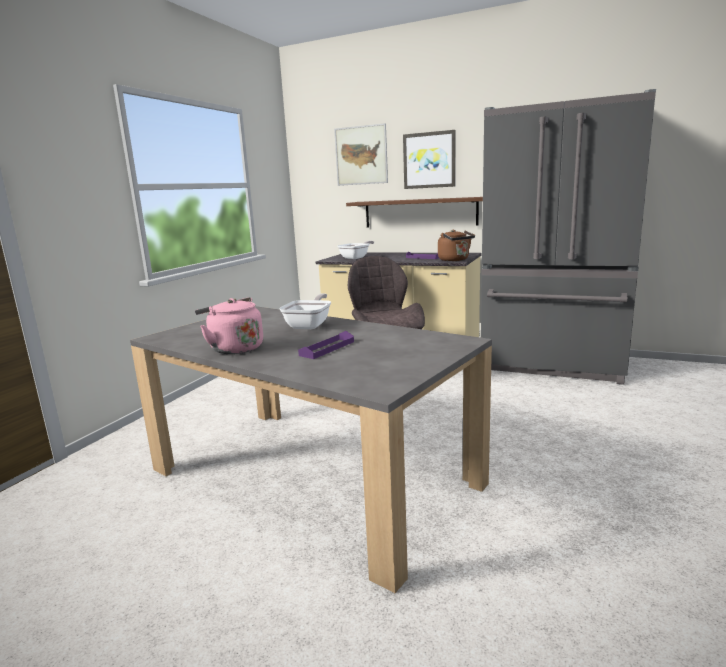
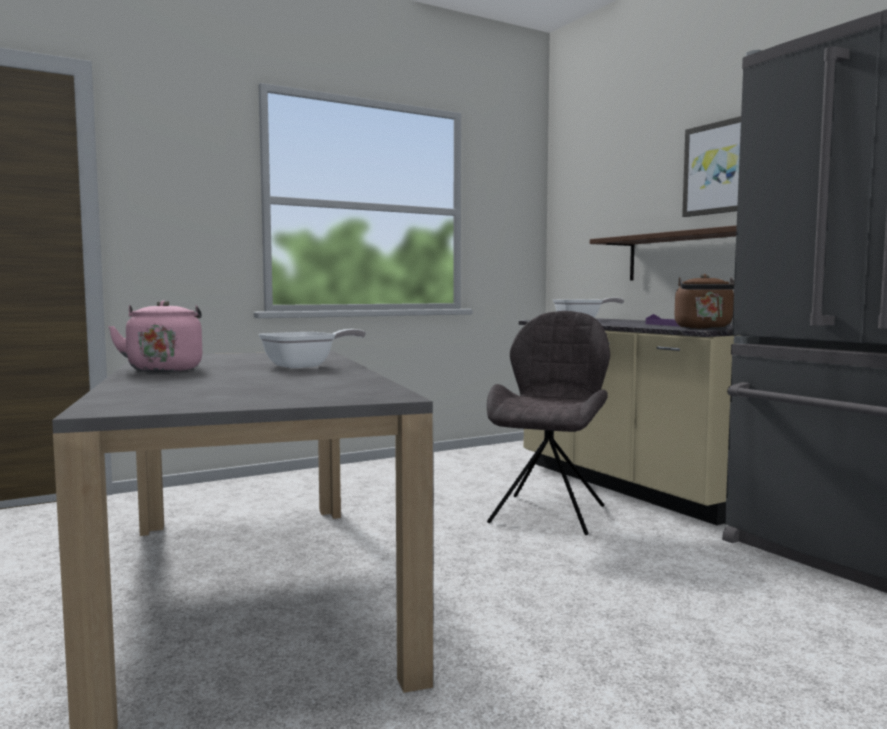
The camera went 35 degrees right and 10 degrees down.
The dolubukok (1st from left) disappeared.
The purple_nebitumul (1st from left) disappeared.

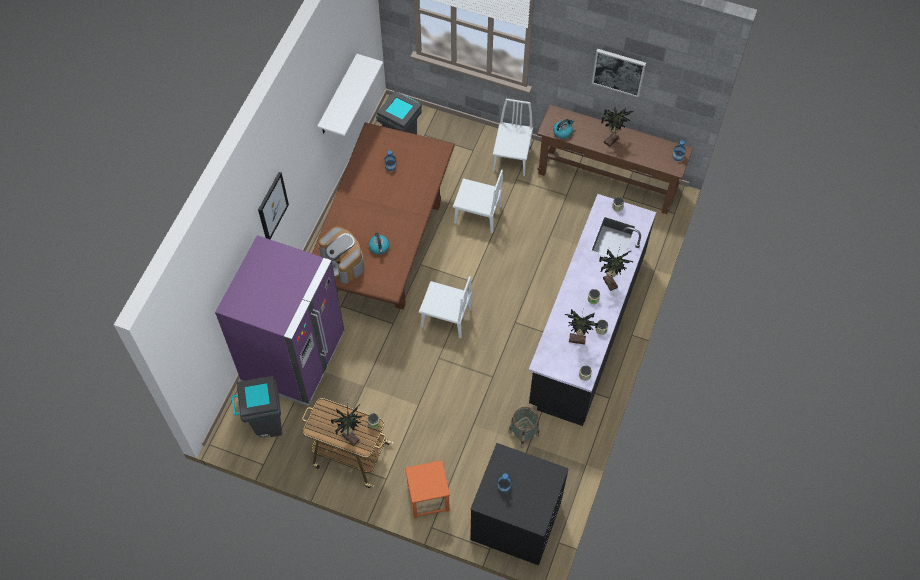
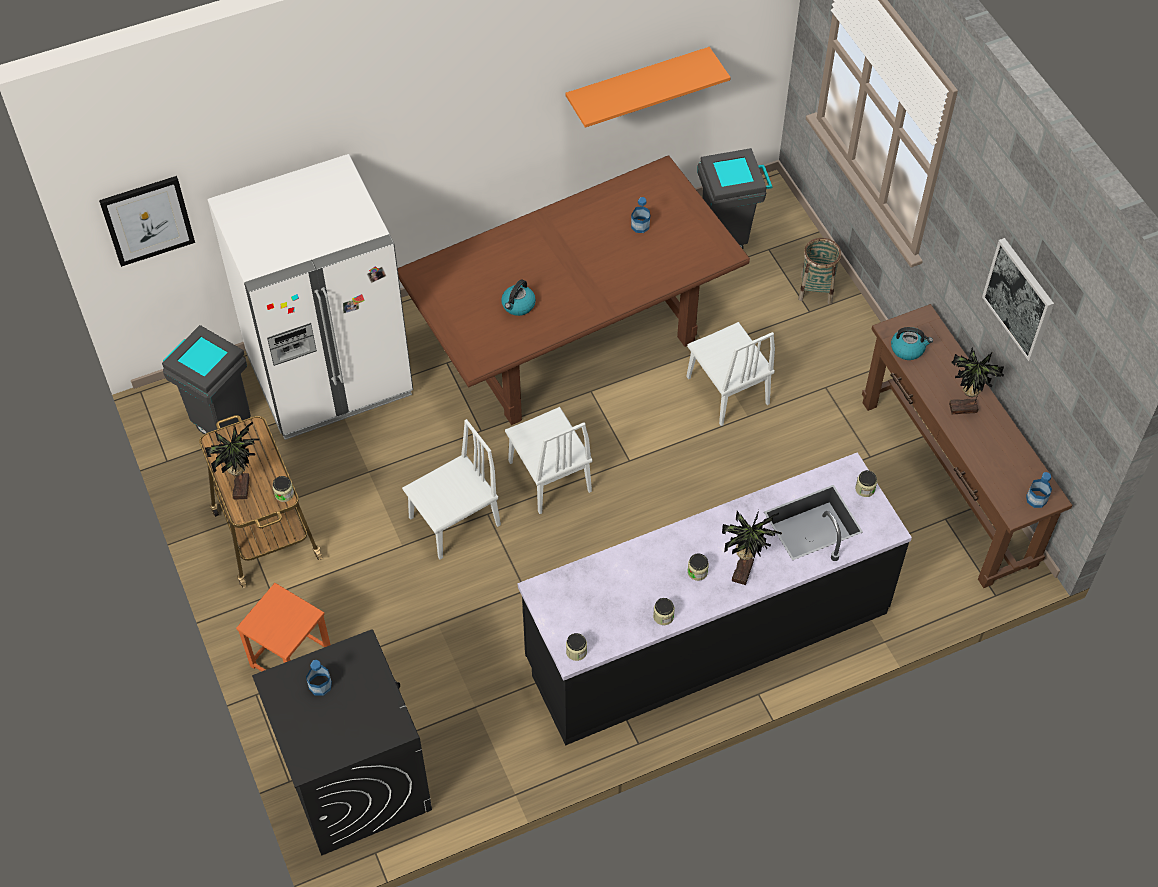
The camera went 45 degrees right and 5 degrees down.
The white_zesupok became the orange_zesupok.
The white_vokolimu (3rd from left in the first image) moved.
The dolubukok (1st from left) moved.
The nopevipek disappeared.
The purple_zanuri became the white_zanuri.
The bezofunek (2nd from left) disappeared.
The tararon moved.

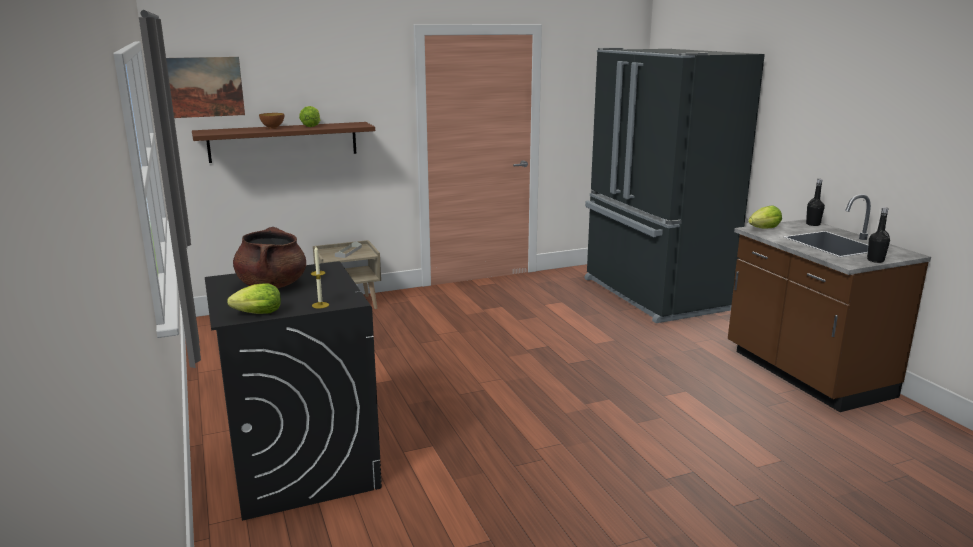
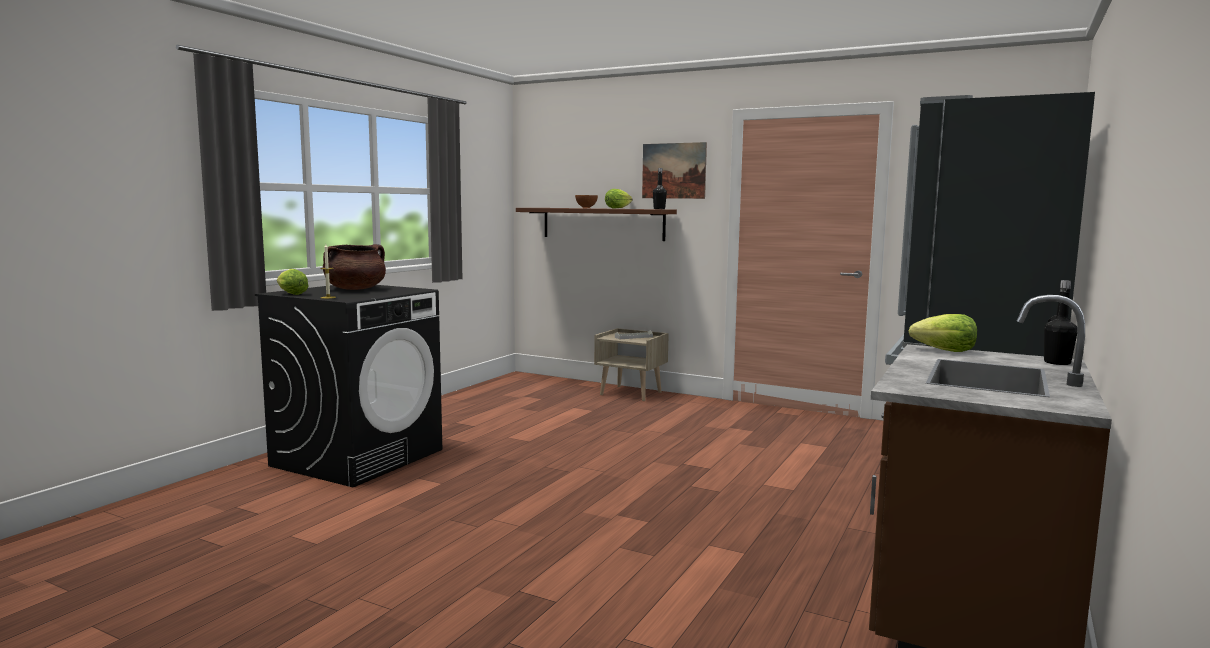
The camera went 50 degrees right and 10 degrees down.
The dolubukok moved.
The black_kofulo (2nd from left in the first image) moved.

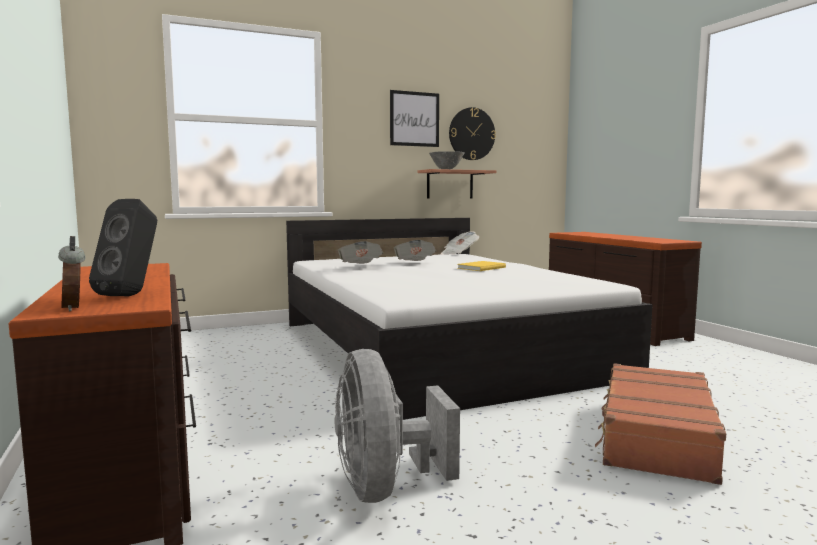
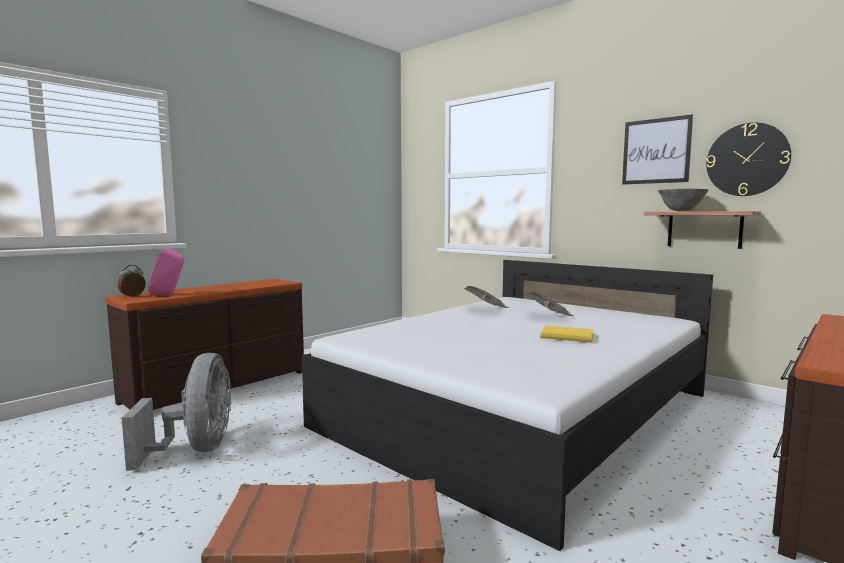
The camera went 65 degrees right and 0 degrees up.
The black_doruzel became the pink_doruzel.
The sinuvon (3rd from left) disappeared.
The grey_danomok turned 120 degrees clockwise.

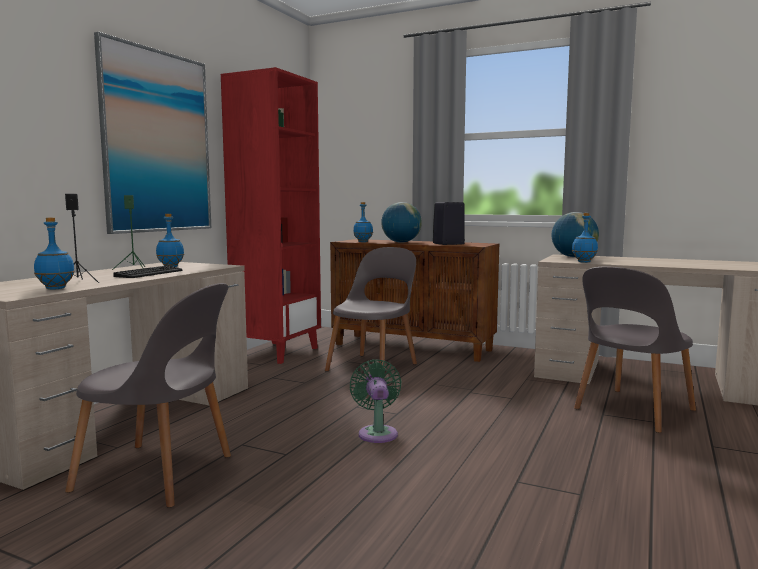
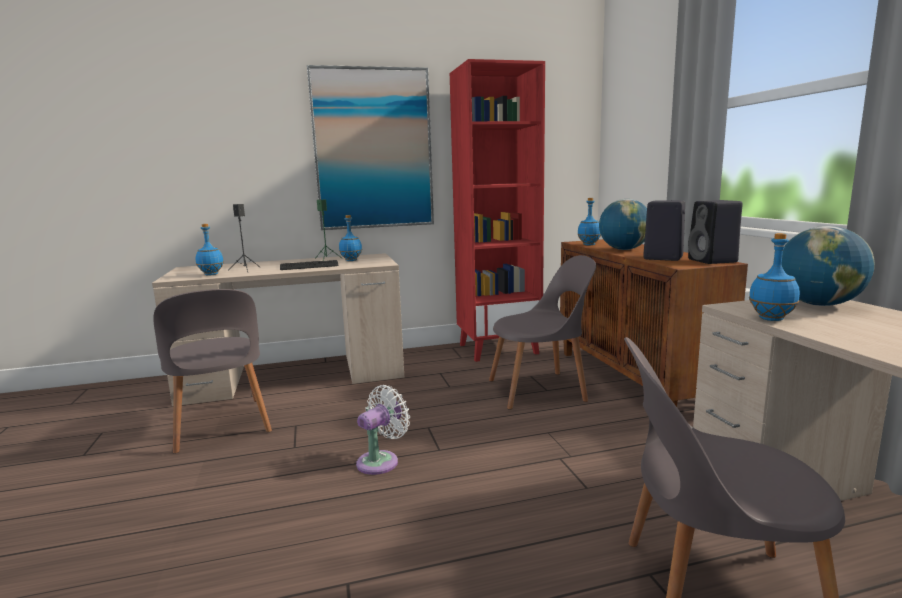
The camera went 50 degrees right and 5 degrees up.
The green_danomok became the white_danomok.
The black_doruzel (3rd from left) appeared.

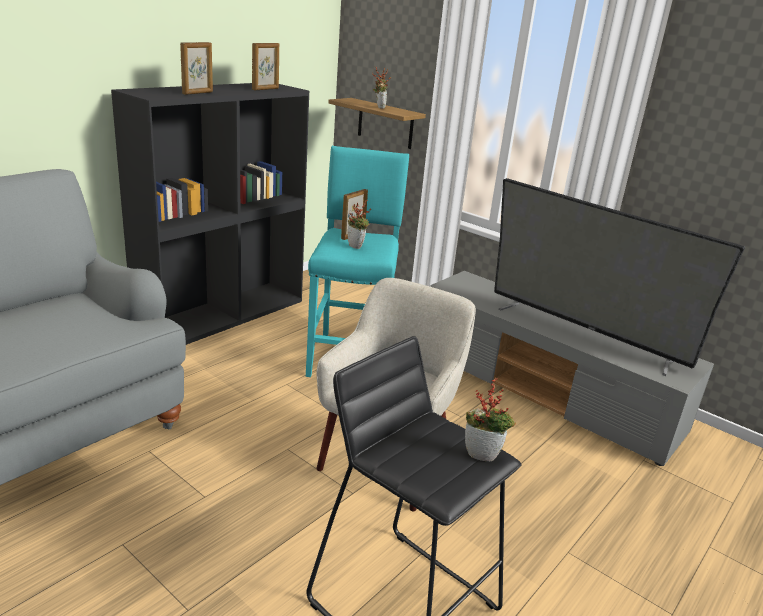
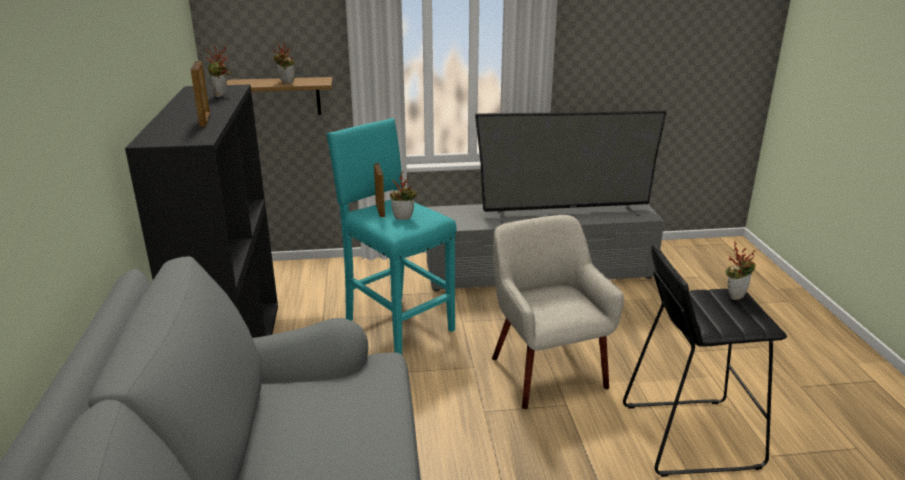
The camera went 45 degrees left and 0 degrees up.
The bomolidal (2nd from left) was replaced by the bezofunek (1st from left).

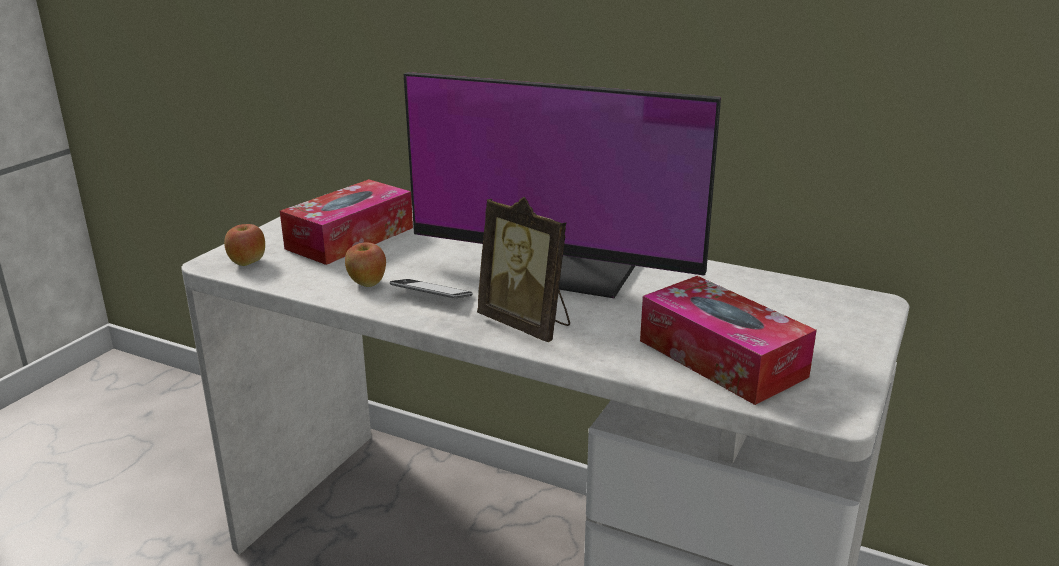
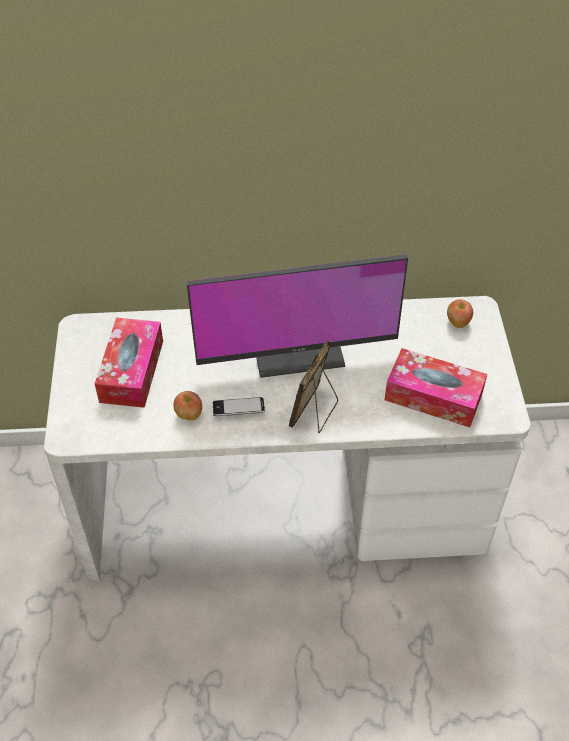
The camera went 30 degrees left and 25 degrees up.
The bomolidal turned 105 degrees clockwise.
The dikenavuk (1st from left in the first image) moved.

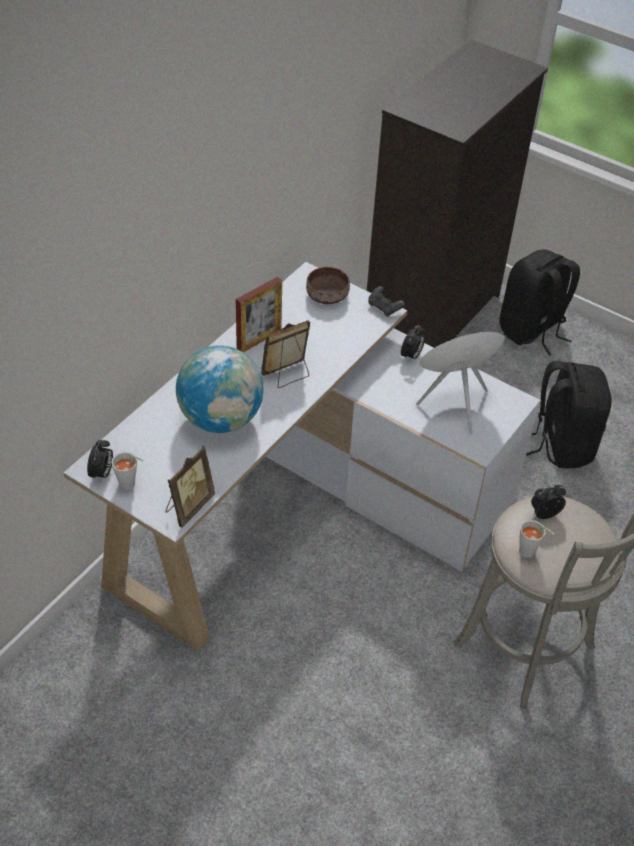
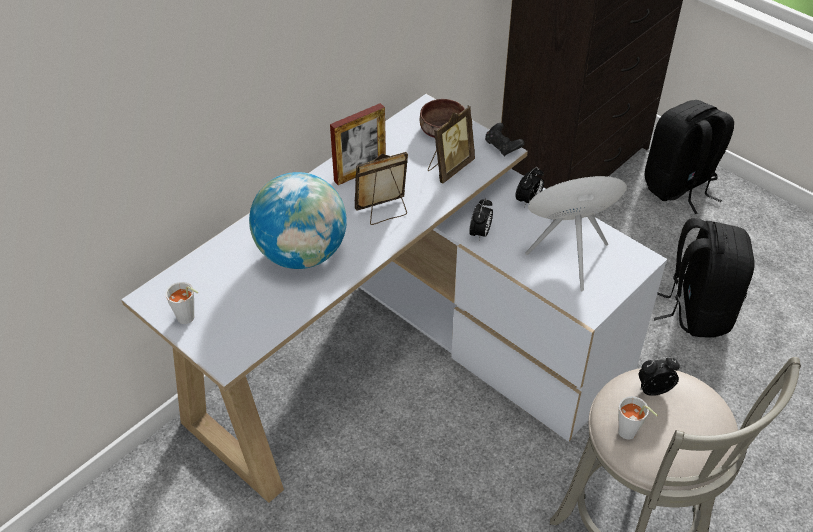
The camera went 10 degrees right and 0 degrees up.
The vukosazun (1st from left) moved.
The bomolidal (1st from left in the first image) moved.

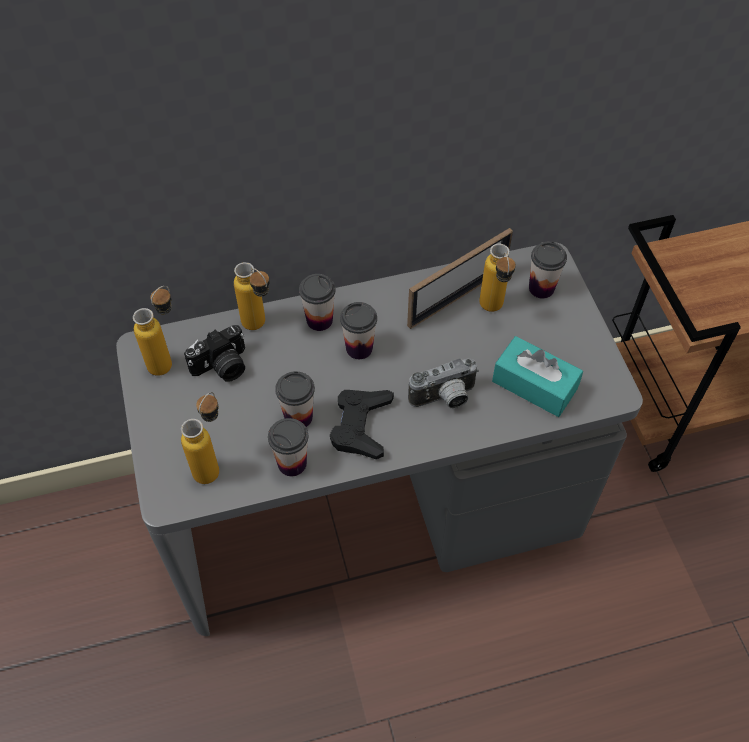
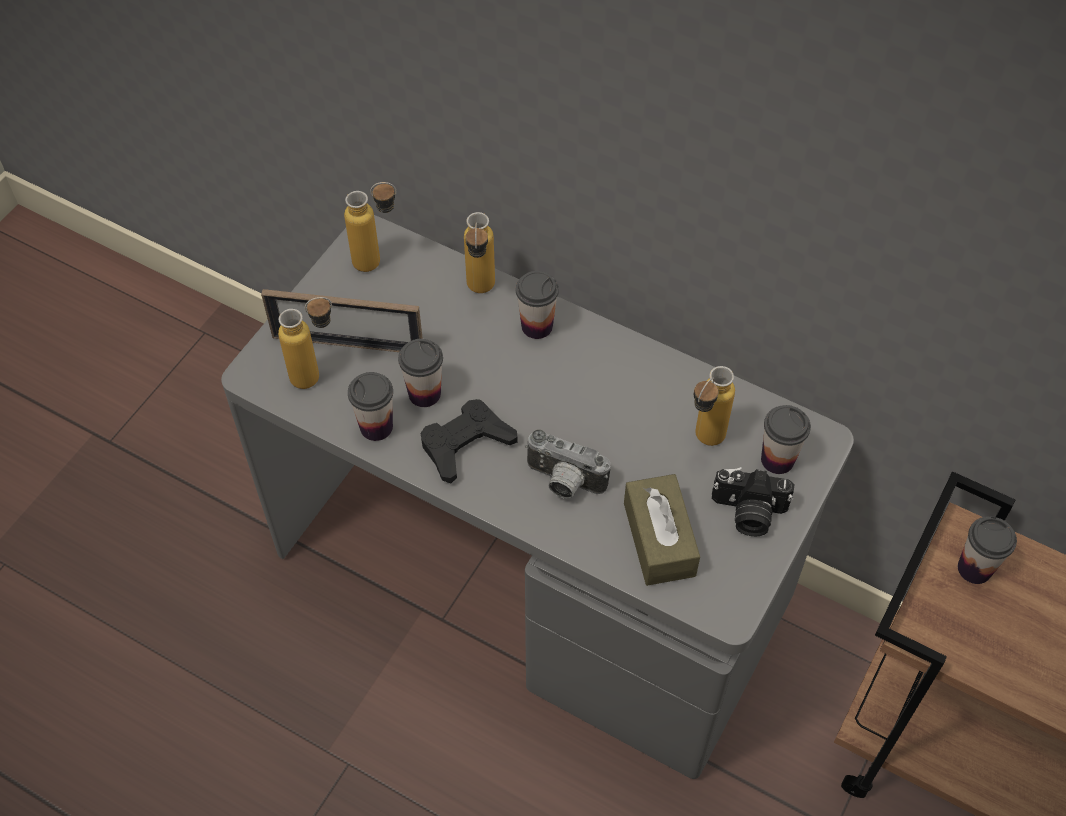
The camera went 45 degrees right and 0 degrees up.
The bomolidal moved.
The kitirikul (4th from left in the first image) moved.
The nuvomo (1st from left in the first image) moved.
The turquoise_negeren became the brown_negeren.

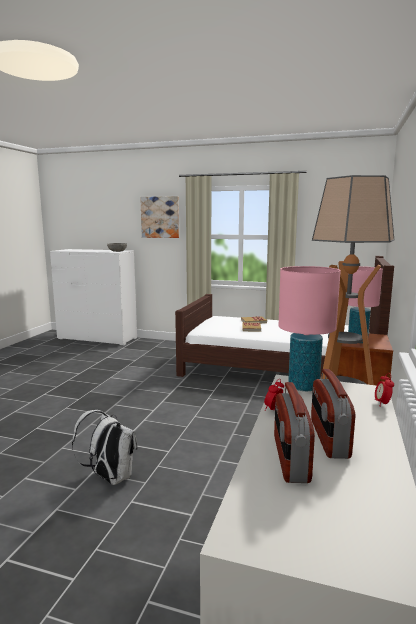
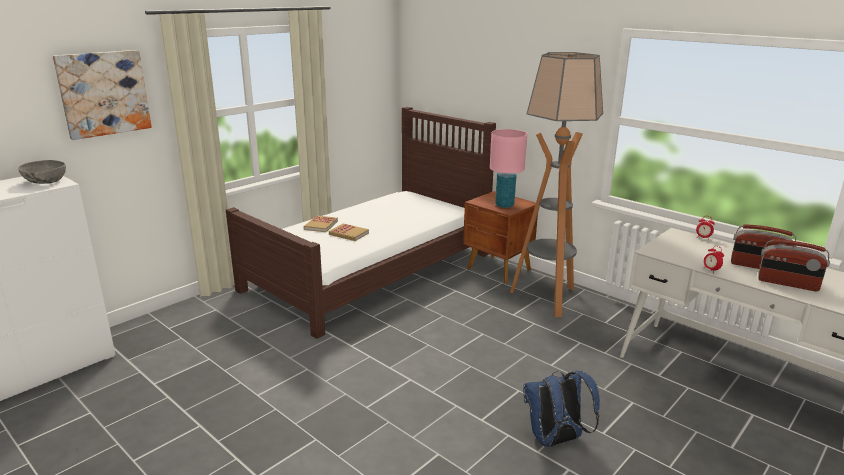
The camera went 65 degrees left and 10 degrees up.
The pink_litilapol (1st from left) disappeared.
The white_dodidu became the blue_dodidu.

